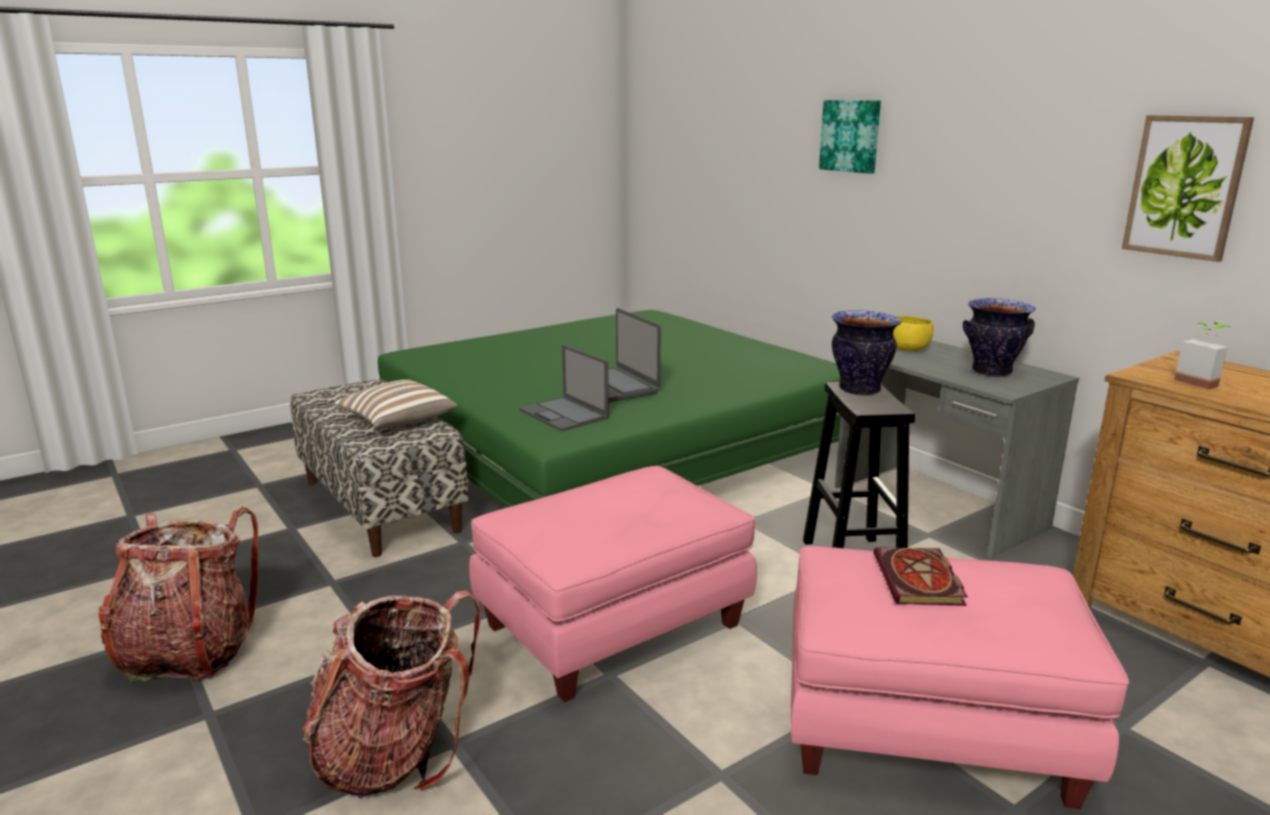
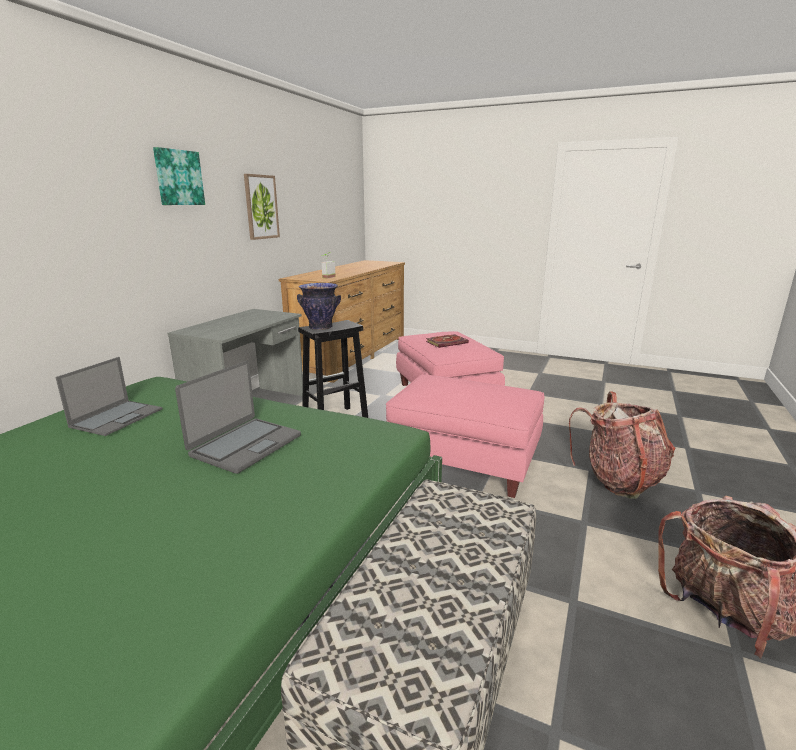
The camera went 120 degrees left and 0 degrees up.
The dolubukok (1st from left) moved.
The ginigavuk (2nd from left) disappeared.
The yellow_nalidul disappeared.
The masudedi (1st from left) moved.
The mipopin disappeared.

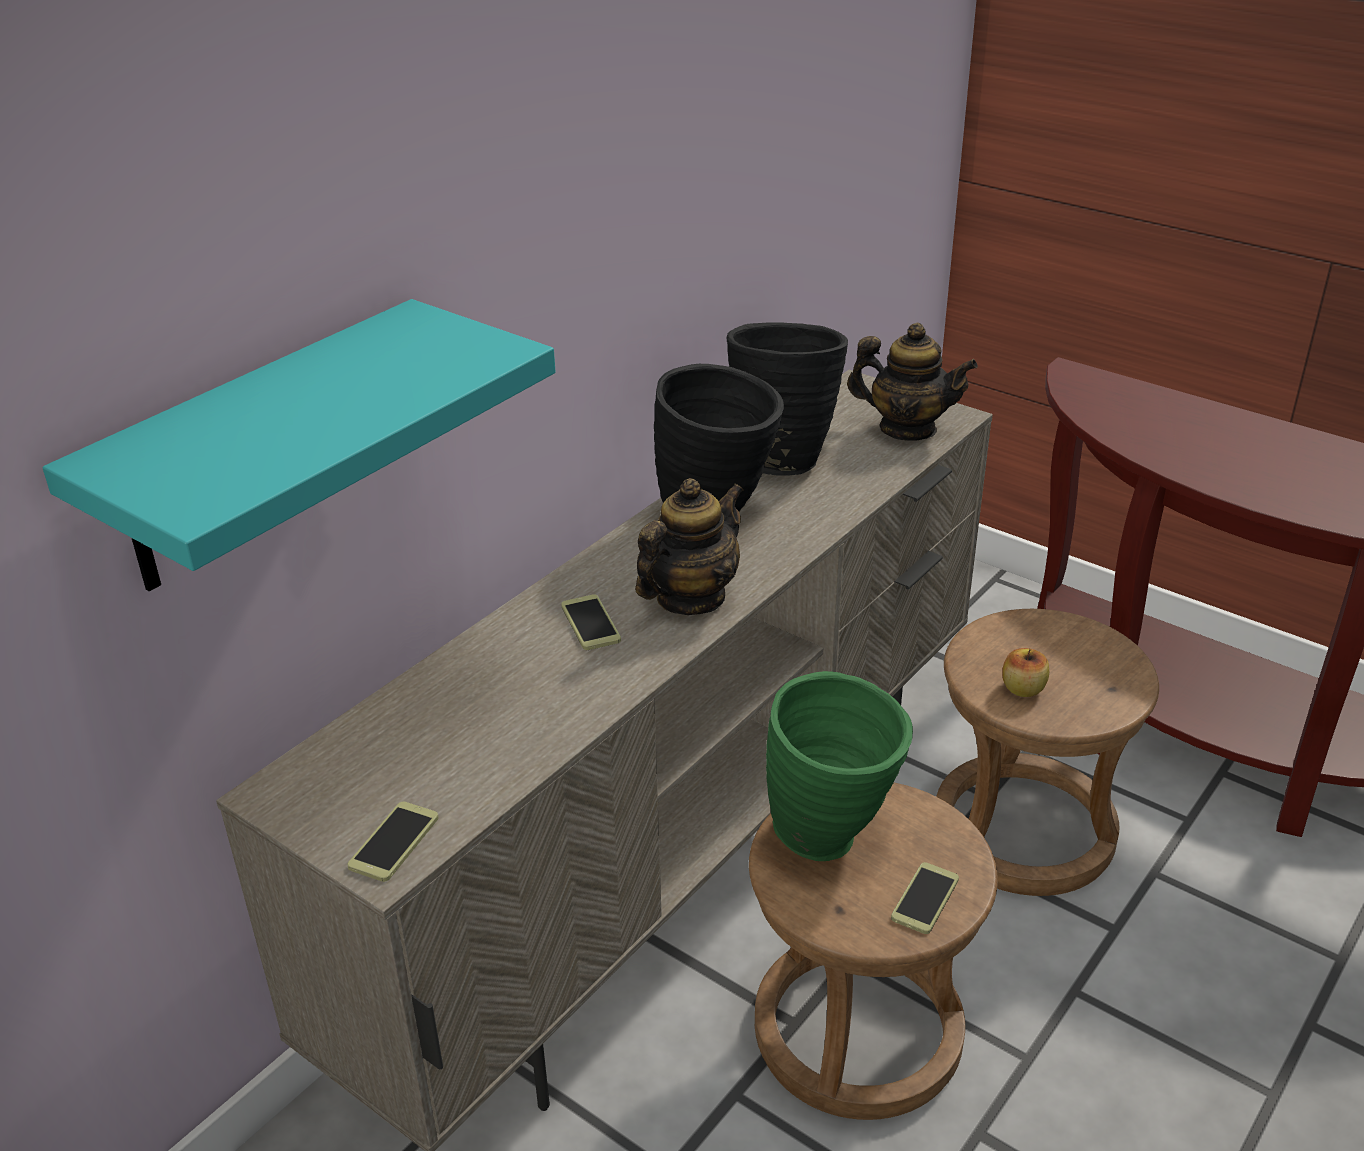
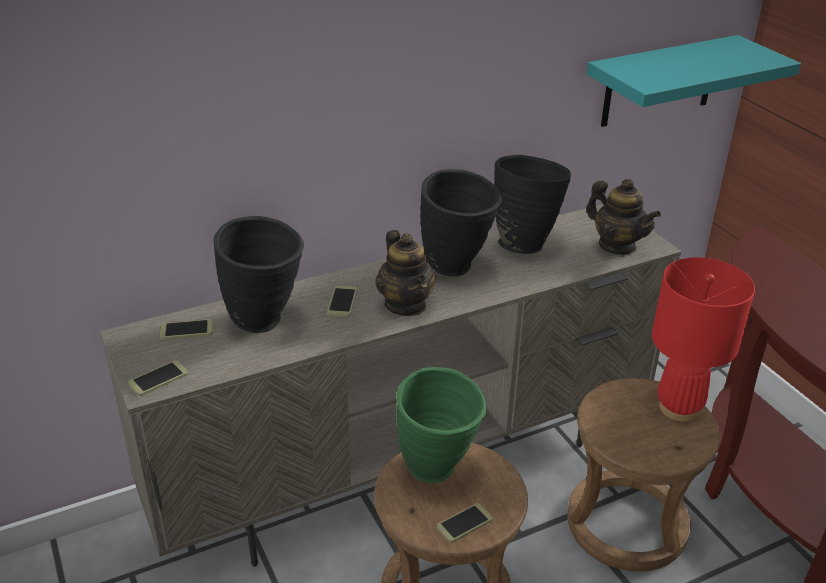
The camera went 25 degrees right and 0 degrees up.
The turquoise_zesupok moved.
The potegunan (1st from left) turned 90 degrees clockwise.
The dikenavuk disappeared.
The black_ginigavuk (1st from left) appeared.
The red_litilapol appeared.
The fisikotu (2nd from left) appeared.

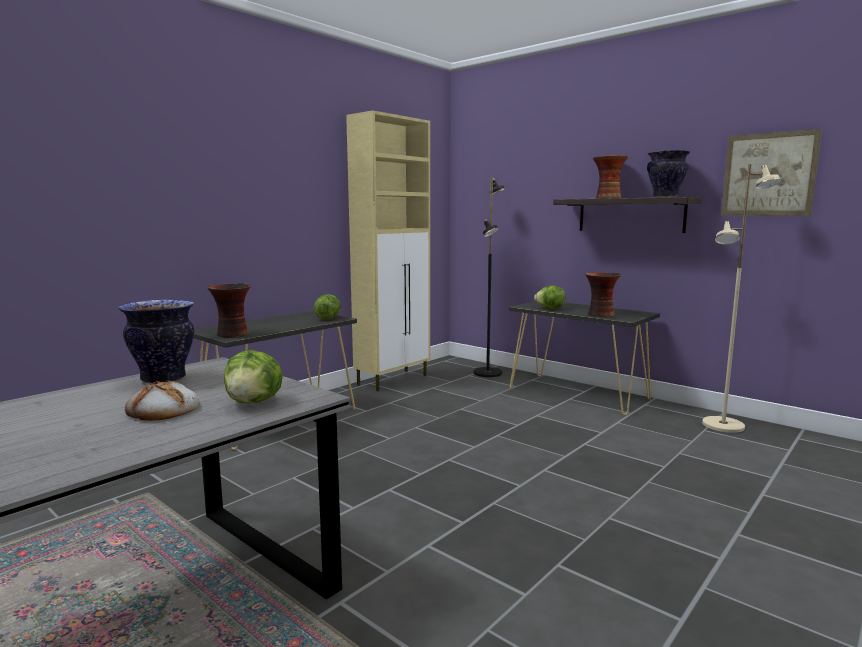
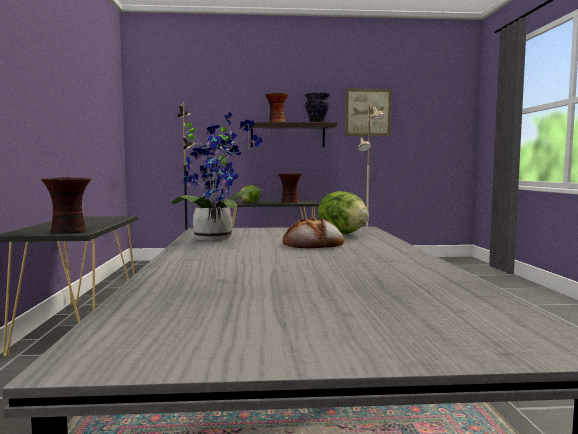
The camera went 45 degrees left and 5 degrees down.
The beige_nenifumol disappeared.
The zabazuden (2nd from left) disappeared.
The ginigavuk (1st from left) was replaced by the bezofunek.

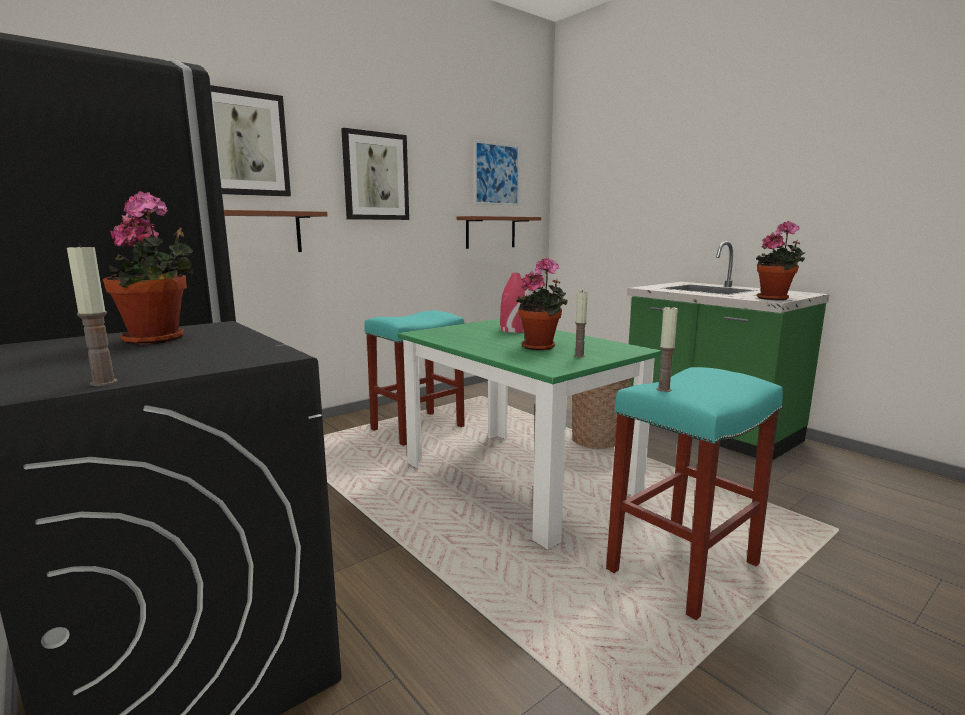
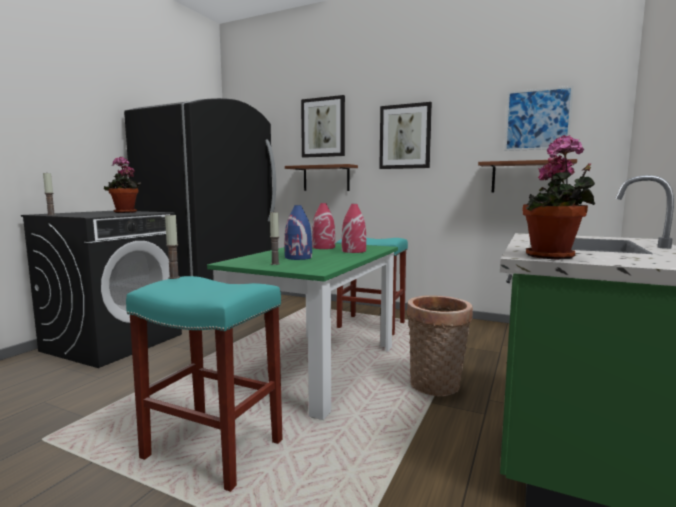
The camera went 65 degrees right and 5 degrees down.
The bezofunek (2nd from left) was replaced by the blue_ginigavuk.
The red_ginigavuk (1st from left) appeared.

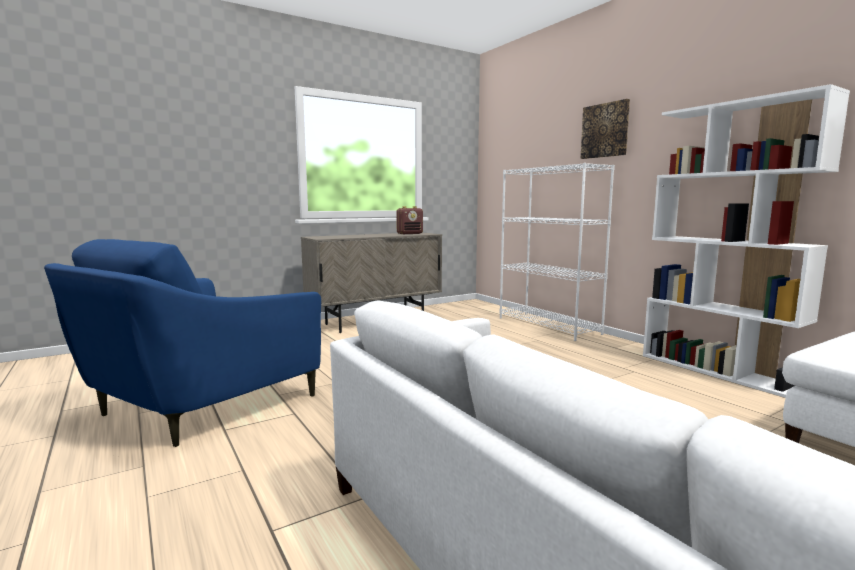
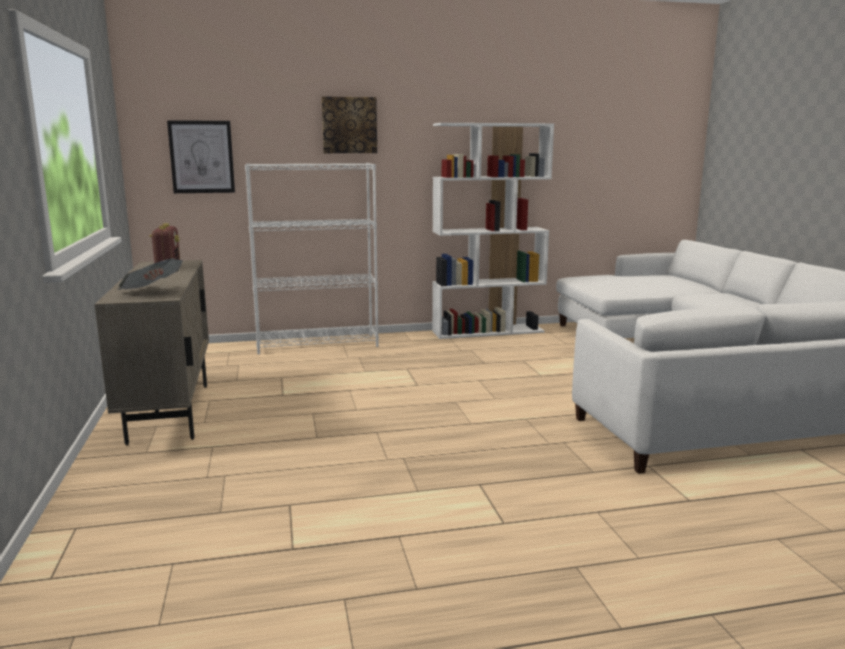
The camera went 70 degrees left and 5 degrees up.
The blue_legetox disappeared.
The dolubukok (1st from left) appeared.
The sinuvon appeared.

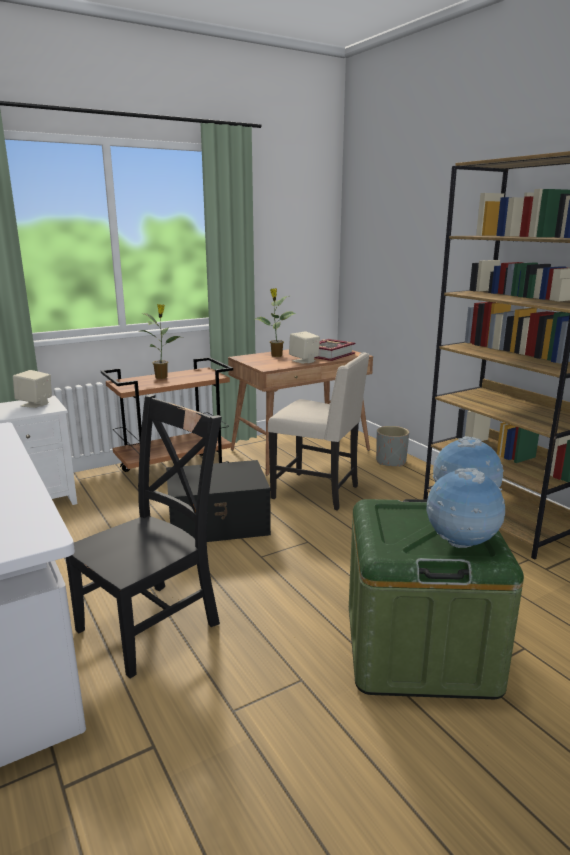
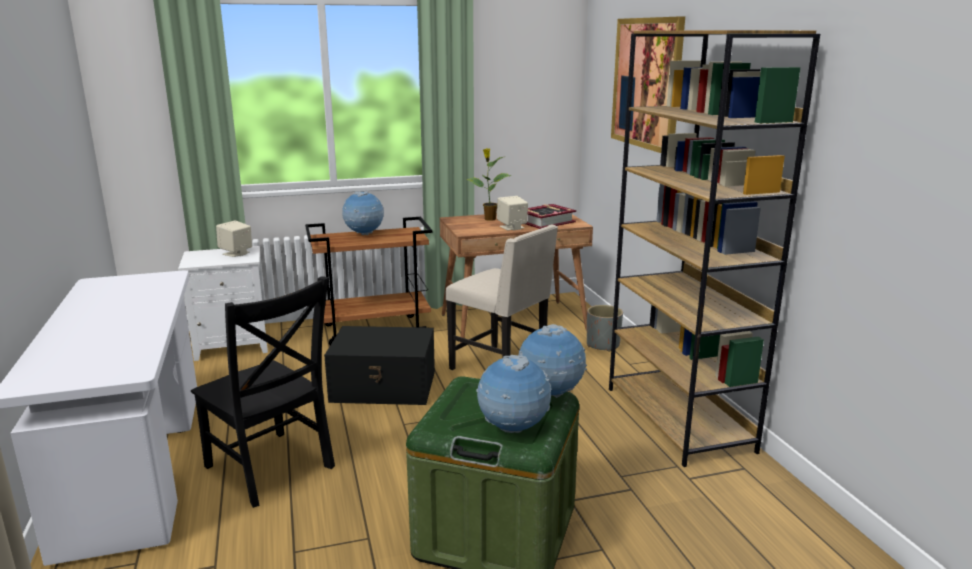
The camera went 15 degrees right and 0 degrees up.
The bezofunek (1st from left) was replaced by the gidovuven (1st from left).
The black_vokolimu turned 75 degrees clockwise.
The dolubukok appeared.

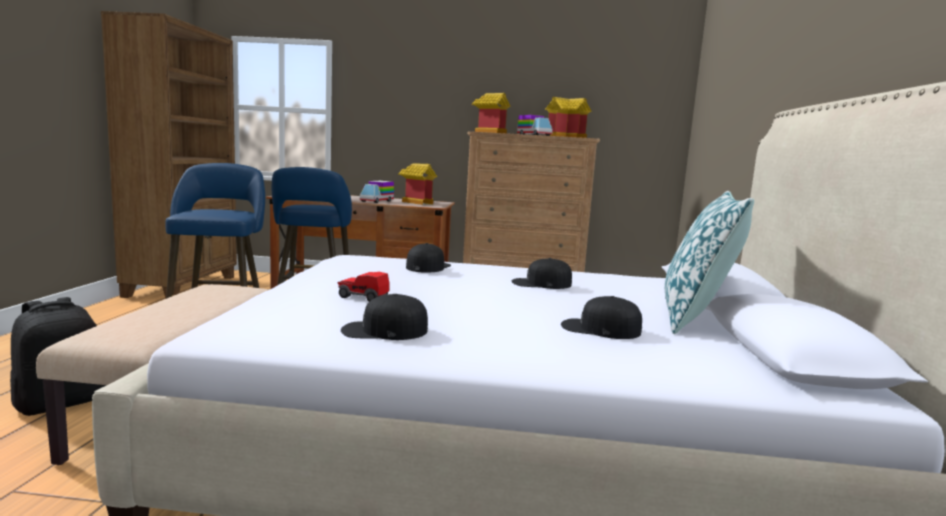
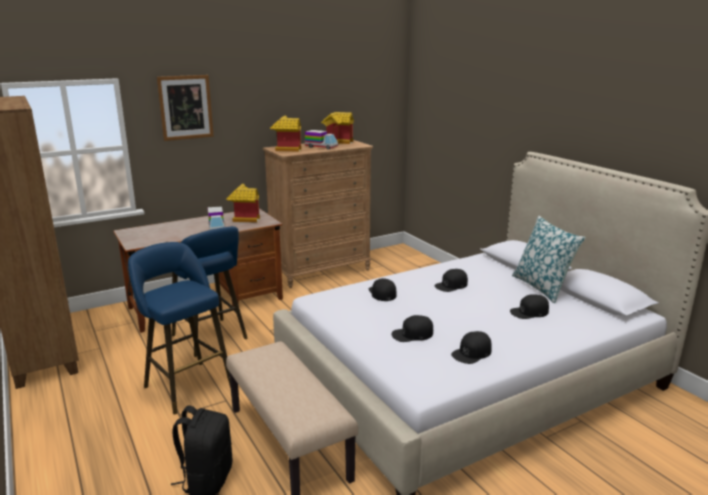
The camera went 35 degrees left and 10 degrees up.
The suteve was replaced by the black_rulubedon (2nd from left).
The dolubukok appeared.

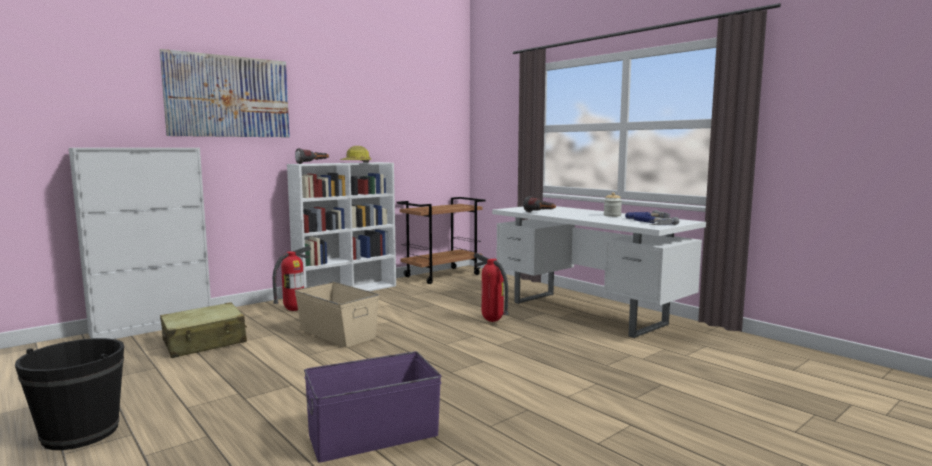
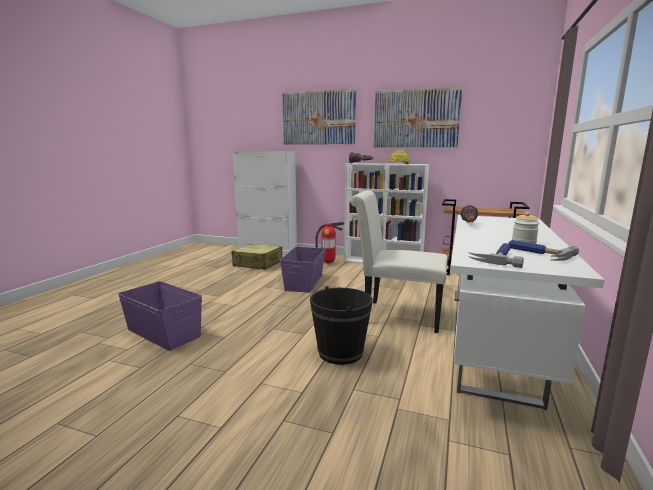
The camera went 60 degrees right and 5 degrees up.
The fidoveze (2nd from left) was replaced by the white_vokolimu.
The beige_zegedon became the purple_zegedon (2nd from left).
The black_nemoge moved.
The dolubukok (2nd from left) appeared.

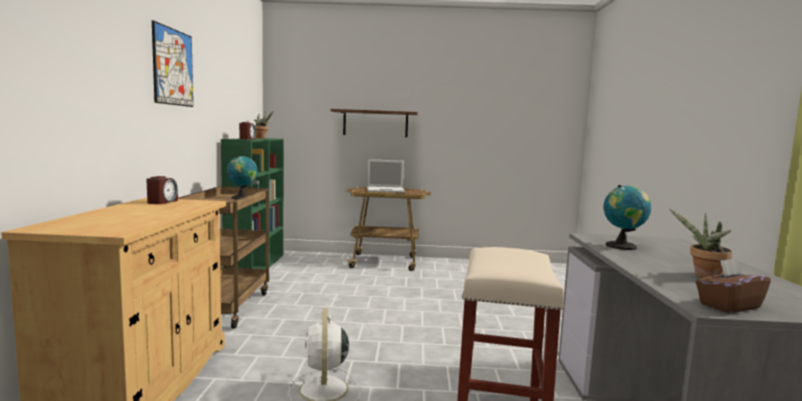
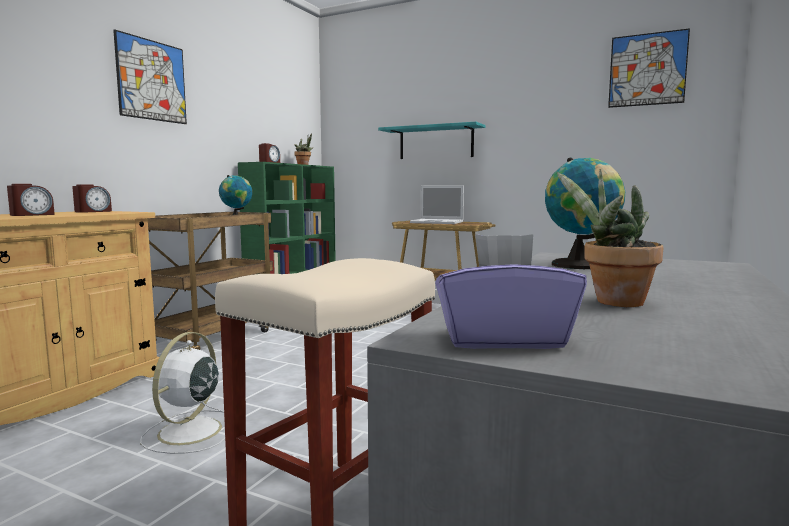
The camera went 25 degrees right and 0 degrees up.
The brown_zesupok became the turquoise_zesupok.
The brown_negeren became the purple_negeren.
The dolubukok (2nd from left) appeared.
The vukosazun (1st from left) appeared.

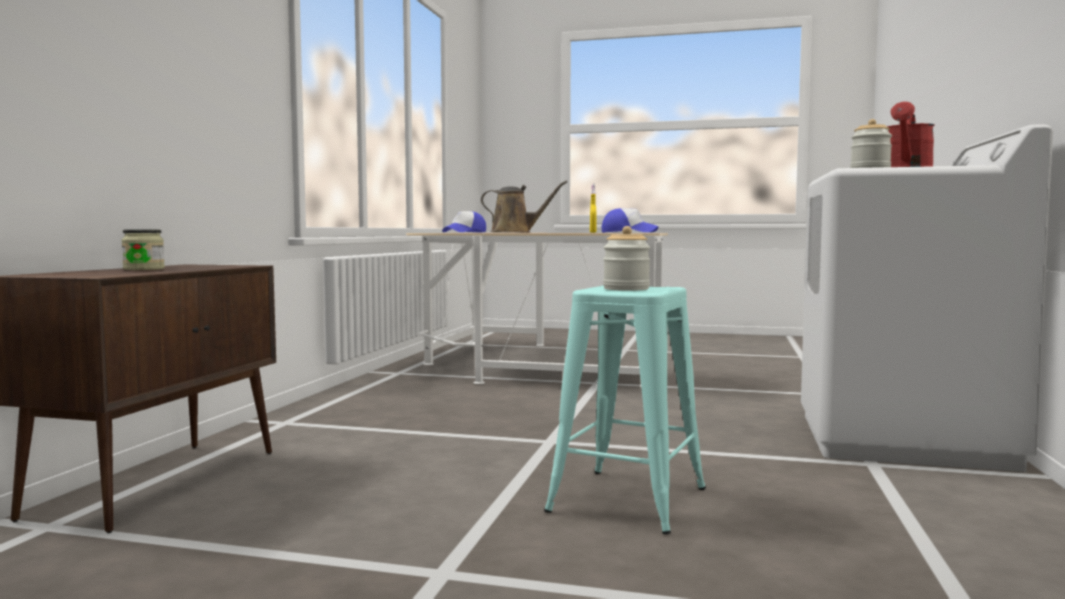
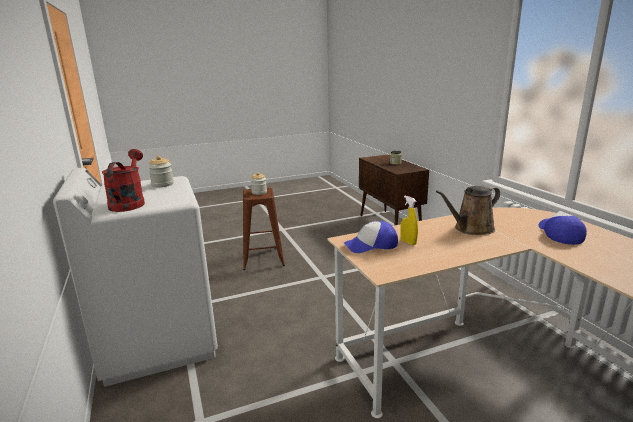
The camera went 145 degrees right and 15 degrees up.
The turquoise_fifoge became the brown_fifoge.

